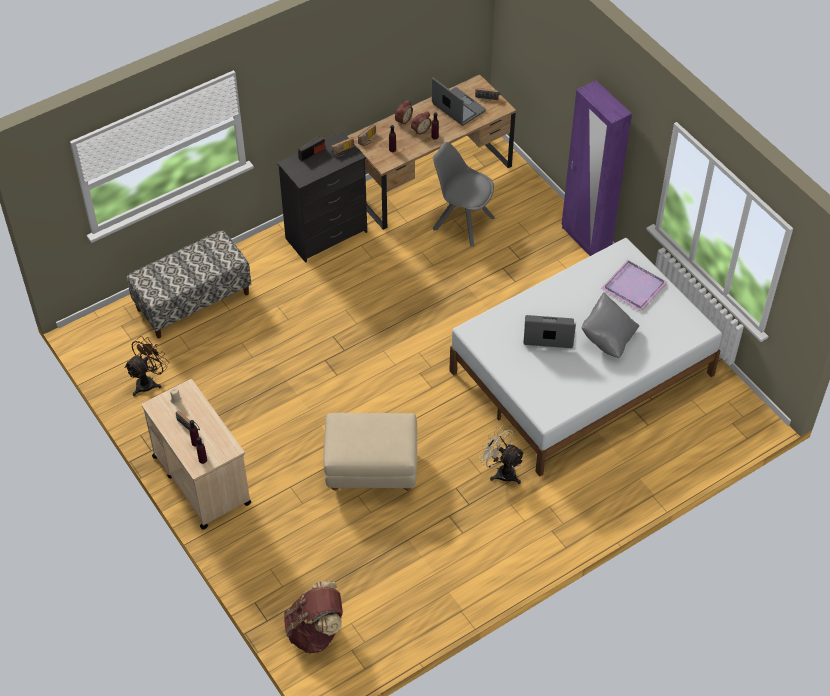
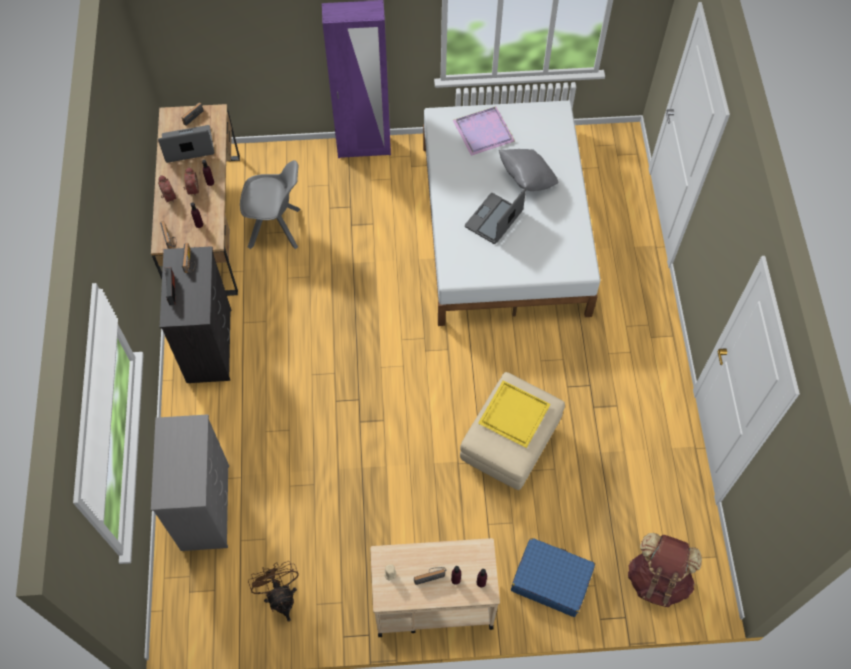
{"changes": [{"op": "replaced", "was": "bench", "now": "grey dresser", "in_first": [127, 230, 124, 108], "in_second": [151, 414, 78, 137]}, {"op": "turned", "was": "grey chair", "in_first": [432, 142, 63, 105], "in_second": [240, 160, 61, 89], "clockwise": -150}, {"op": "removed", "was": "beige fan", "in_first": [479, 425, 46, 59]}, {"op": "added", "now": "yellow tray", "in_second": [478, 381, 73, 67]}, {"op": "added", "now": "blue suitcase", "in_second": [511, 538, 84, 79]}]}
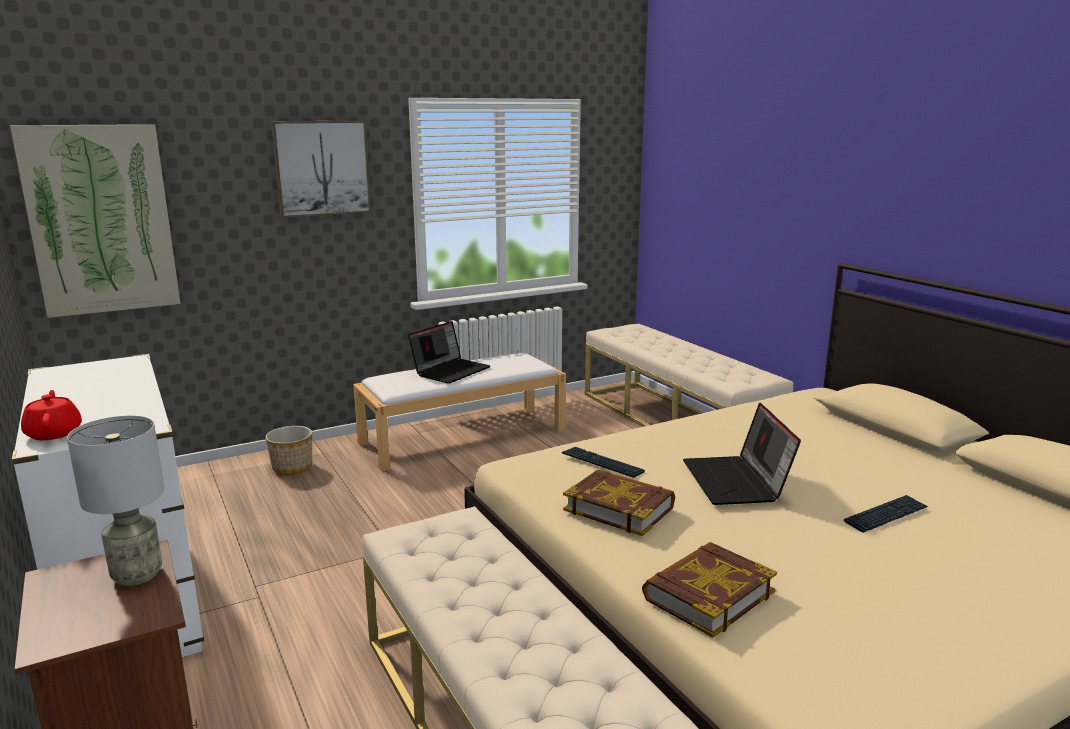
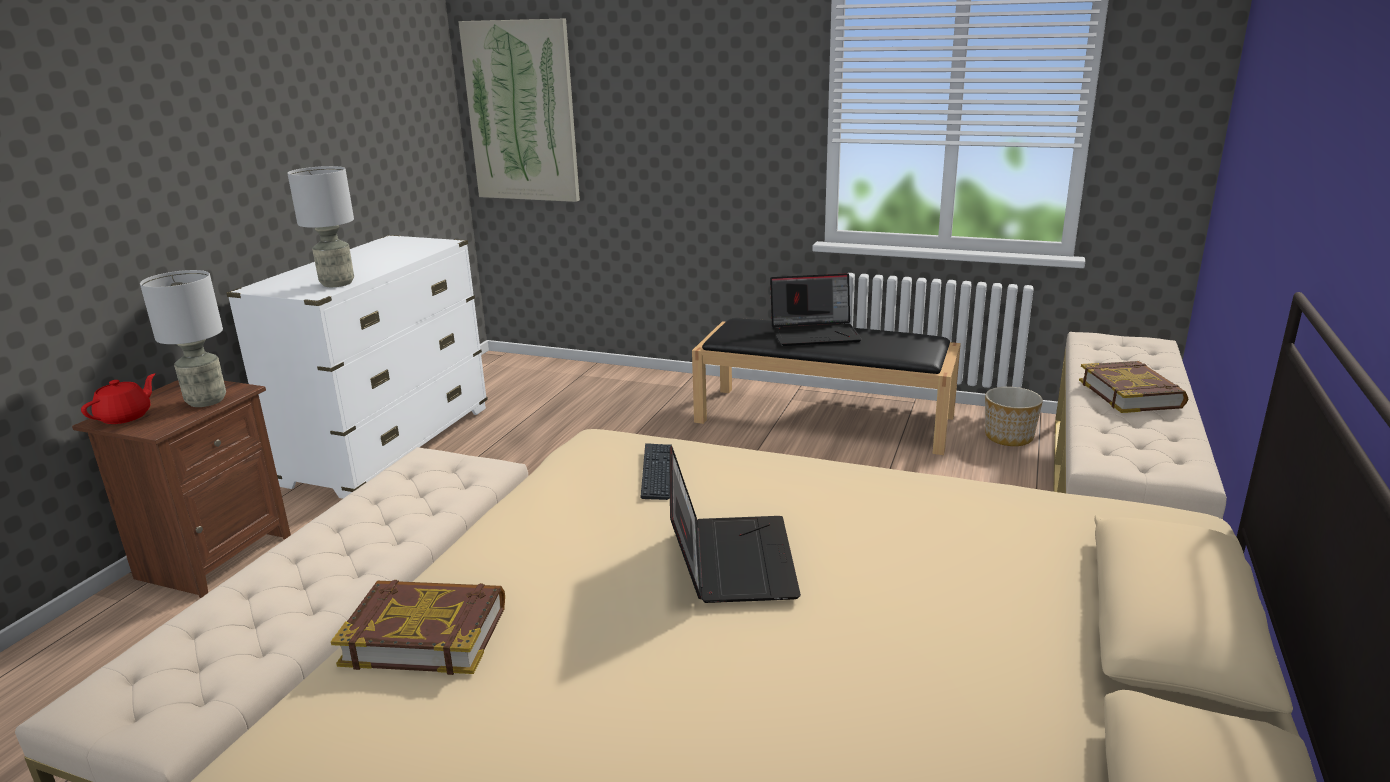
{"changes": [{"op": "moved", "was": "red teapot", "in_first": [21, 390, 61, 50], "in_second": [81, 373, 74, 51]}, {"op": "moved", "was": "planter", "in_first": [265, 426, 47, 49], "in_second": [985, 387, 58, 59]}, {"op": "removed", "was": "picture", "in_first": [271, 121, 101, 97]}, {"op": "recoloured", "was": "white bench", "now": "black bench", "in_first": [353, 353, 213, 118], "in_second": [692, 318, 269, 137]}, {"op": "moved", "was": "book", "in_first": [563, 470, 112, 66], "in_second": [1079, 361, 109, 52]}, {"op": "turned", "was": "laptop", "in_first": [683, 402, 118, 103], "in_second": [669, 446, 132, 157], "clockwise": 135}, {"op": "removed", "was": "keyboard", "in_first": [844, 495, 84, 38]}, {"op": "added", "now": "grey table lamp", "in_second": [287, 166, 67, 121]}]}
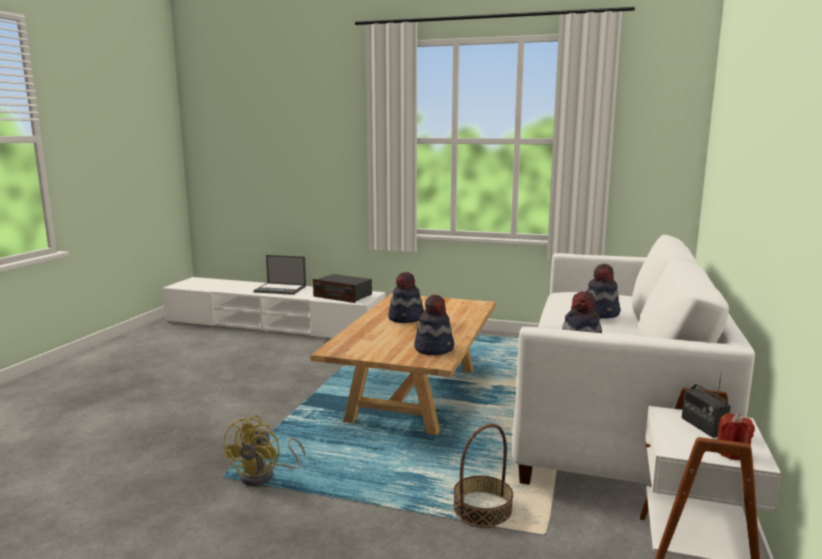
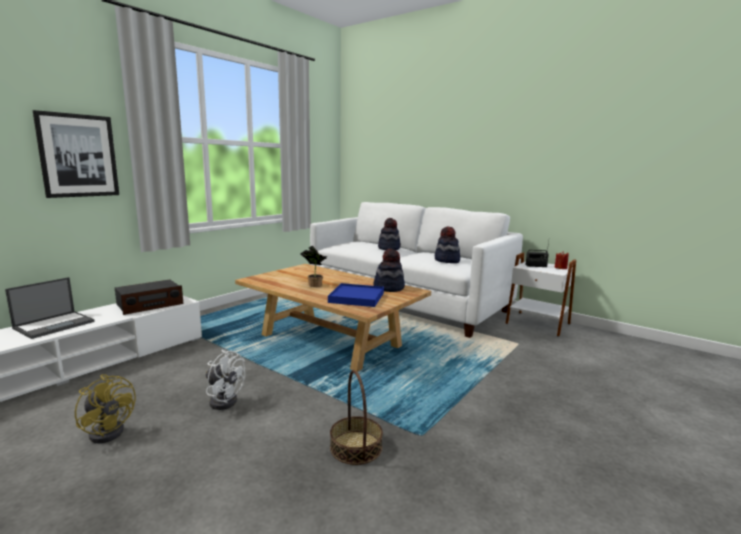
{"changes": [{"op": "moved", "was": "yellow fan", "in_first": [222, 415, 83, 71], "in_second": [75, 374, 61, 70]}, {"op": "replaced", "was": "hat", "now": "potted plant", "in_first": [388, 272, 36, 51], "in_second": [301, 245, 27, 42]}, {"op": "moved", "was": "basket", "in_first": [453, 424, 60, 104], "in_second": [330, 370, 53, 95]}, {"op": "added", "now": "picture", "in_second": [33, 110, 86, 88]}, {"op": "added", "now": "white fan", "in_second": [206, 350, 39, 60]}, {"op": "added", "now": "blue tray", "in_second": [328, 283, 56, 24]}]}
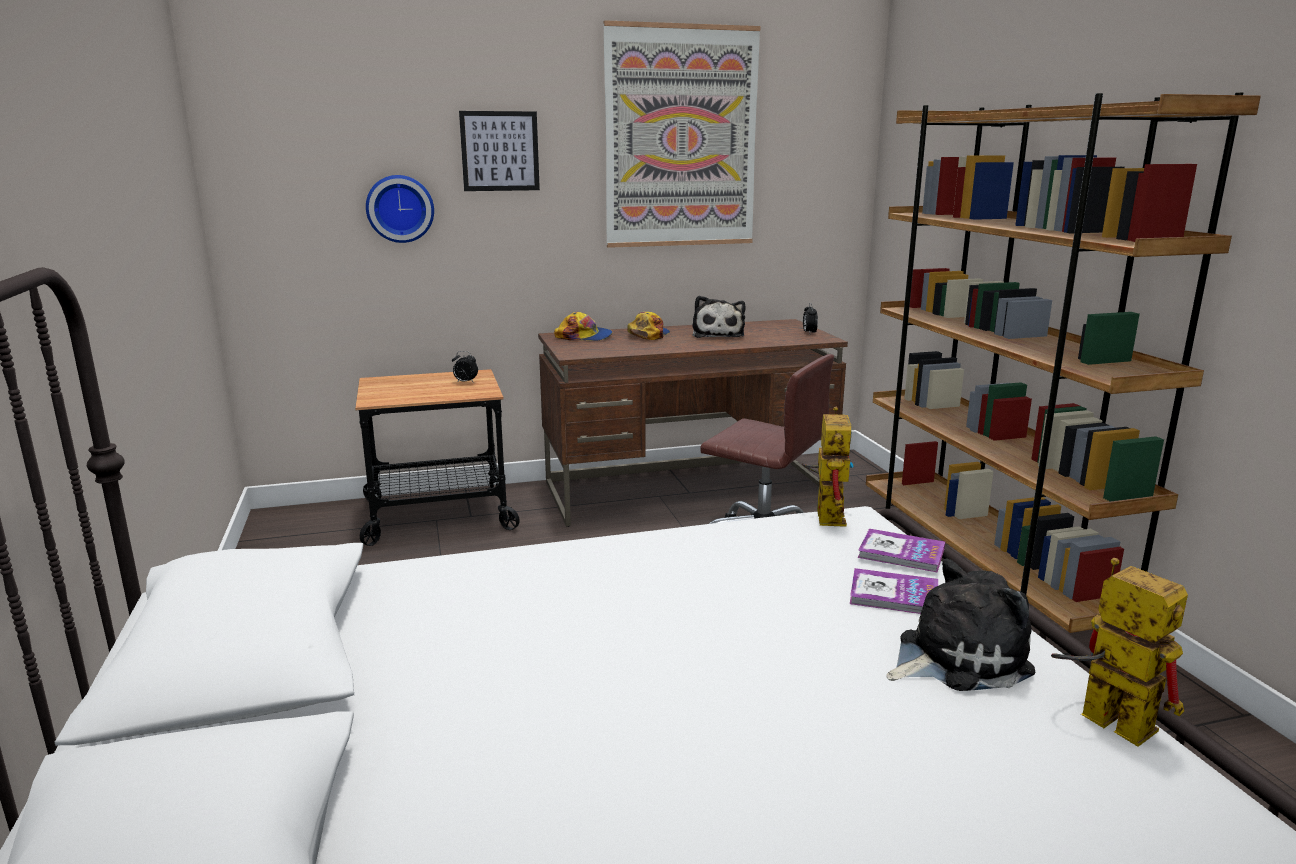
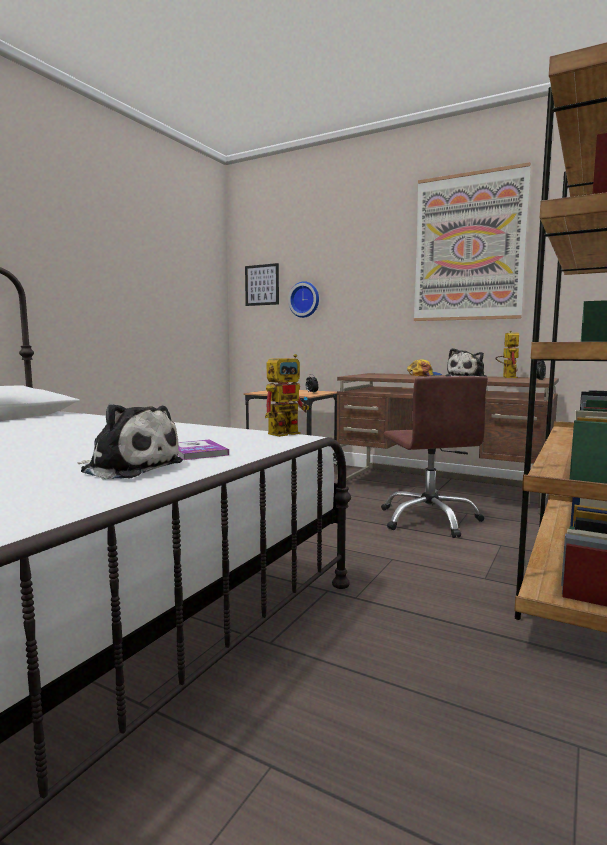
{"changes": [{"op": "moved", "was": "picture", "in_first": [459, 111, 81, 80], "in_second": [245, 263, 34, 43]}, {"op": "removed", "was": "cap", "in_first": [554, 312, 58, 29]}, {"op": "removed", "was": "book", "in_first": [858, 529, 87, 43]}, {"op": "moved", "was": "toy robot", "in_first": [1051, 558, 137, 189], "in_second": [496, 331, 23, 47]}]}
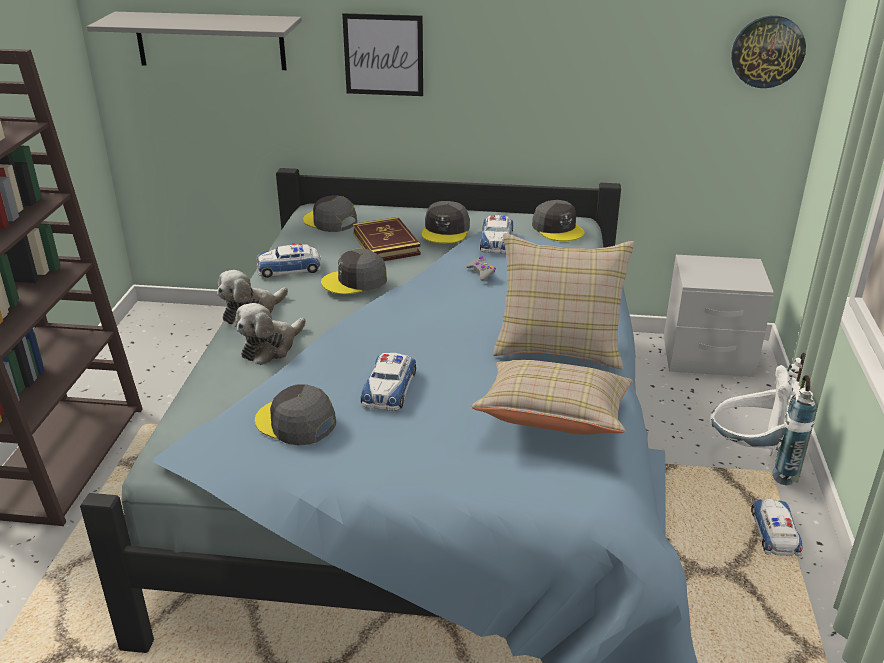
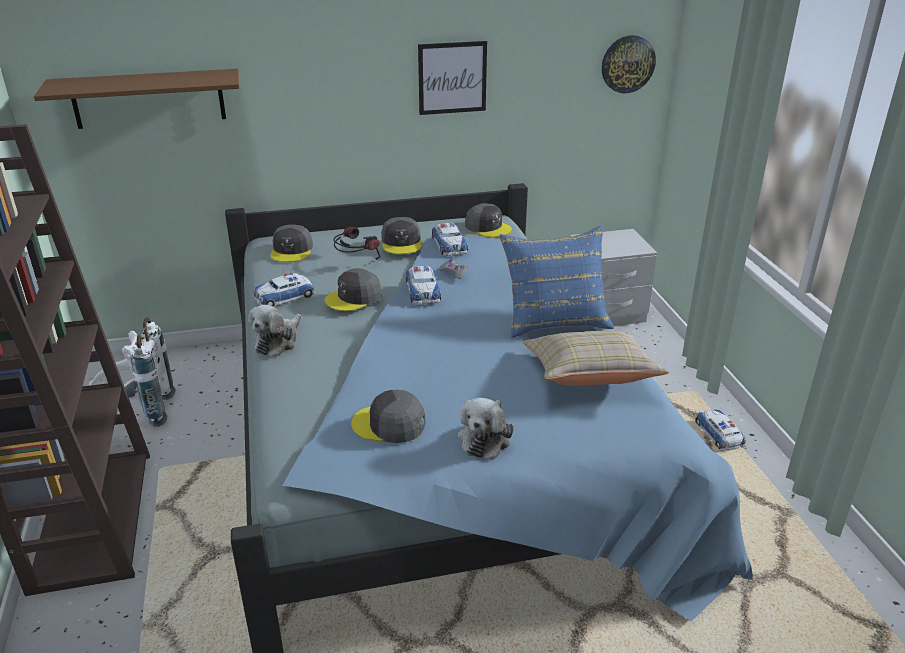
{"changes": [{"op": "recoloured", "was": "grey shelf", "now": "brown shelf", "in_first": [87, 12, 215, 58], "in_second": [34, 69, 205, 60]}, {"op": "moved", "was": "plush toy", "in_first": [235, 303, 71, 62], "in_second": [458, 398, 56, 62]}, {"op": "turned", "was": "grey cap", "in_first": [303, 195, 54, 37], "in_second": [270, 225, 43, 37], "clockwise": -105}, {"op": "moved", "was": "picture", "in_first": [342, 13, 81, 83], "in_second": [418, 41, 69, 74]}, {"op": "replaced", "was": "book", "now": "headphones", "in_first": [353, 217, 68, 44], "in_second": [333, 227, 48, 33]}, {"op": "moved", "was": "toy car", "in_first": [361, 353, 56, 58], "in_second": [406, 266, 35, 38]}, {"op": "recoloured", "was": "beige pillow", "now": "blue pillow", "in_first": [493, 233, 142, 136], "in_second": [499, 225, 115, 113]}, {"op": "moved", "was": "white backpack", "in_first": [710, 353, 106, 132], "in_second": [88, 317, 88, 110]}]}
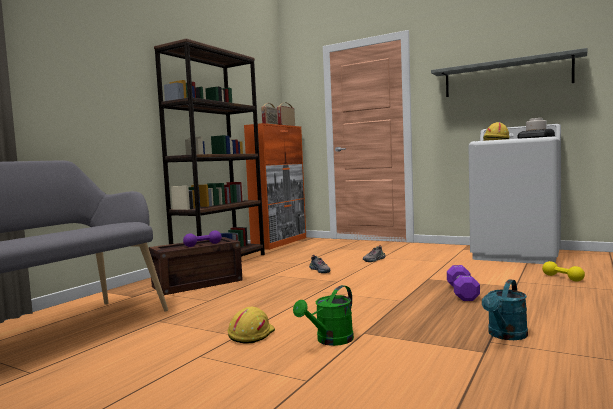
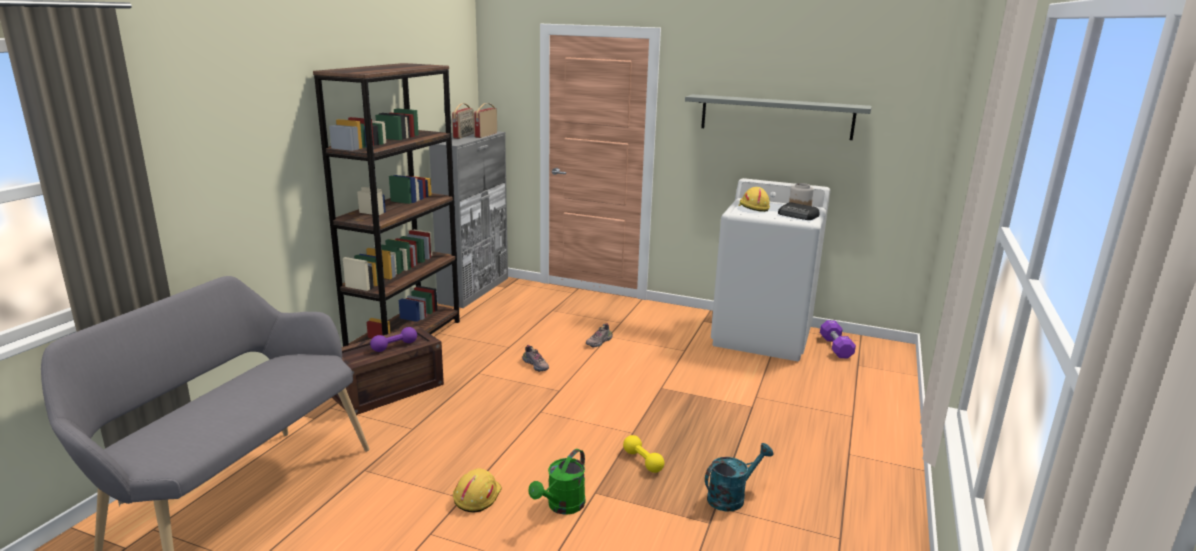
{"changes": [{"op": "recoloured", "was": "orange cabinet", "now": "grey cabinet", "in_first": [244, 123, 62, 127], "in_second": [429, 131, 79, 177]}, {"op": "moved", "was": "purple dumbbell", "in_first": [447, 265, 33, 36], "in_second": [820, 320, 36, 38]}, {"op": "turned", "was": "turquoise watering can", "in_first": [482, 279, 46, 61], "in_second": [705, 443, 69, 69], "clockwise": -150}, {"op": "moved", "was": "yellow dumbbell", "in_first": [542, 261, 43, 20], "in_second": [623, 435, 41, 38]}]}
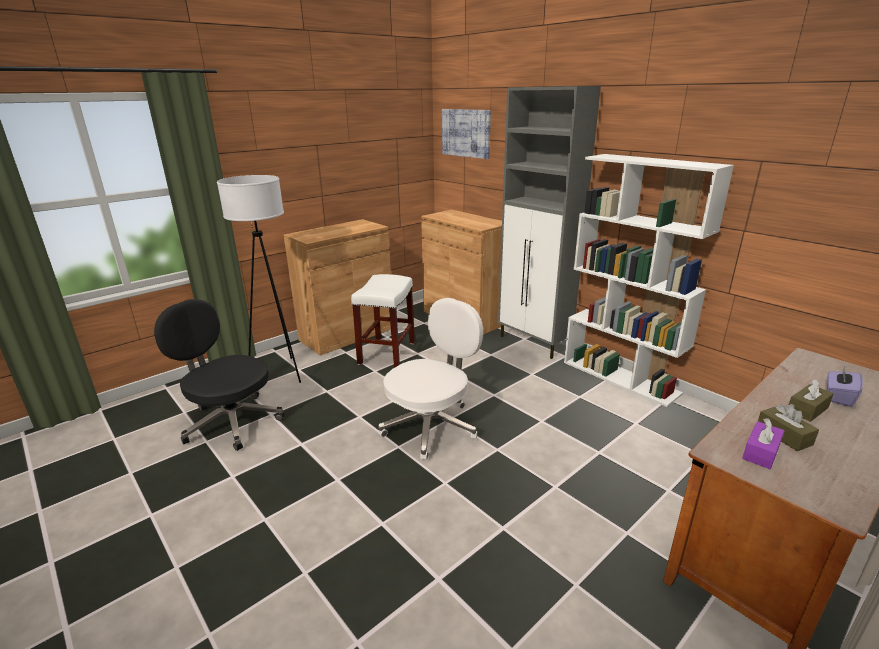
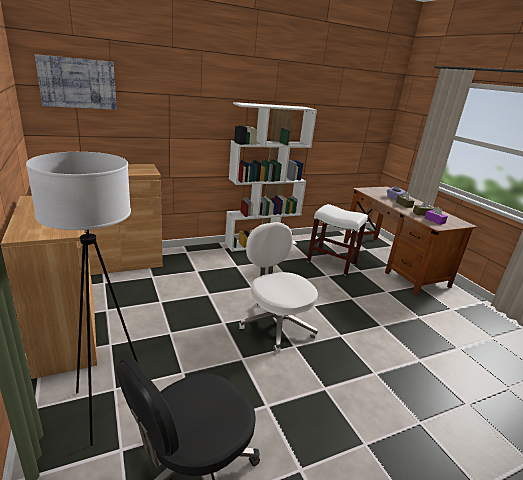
{"changes": [{"op": "moved", "was": "white stool", "in_first": [351, 274, 64, 94], "in_second": [307, 204, 61, 72]}, {"op": "removed", "was": "grey cabinet", "in_first": [498, 86, 103, 273]}]}
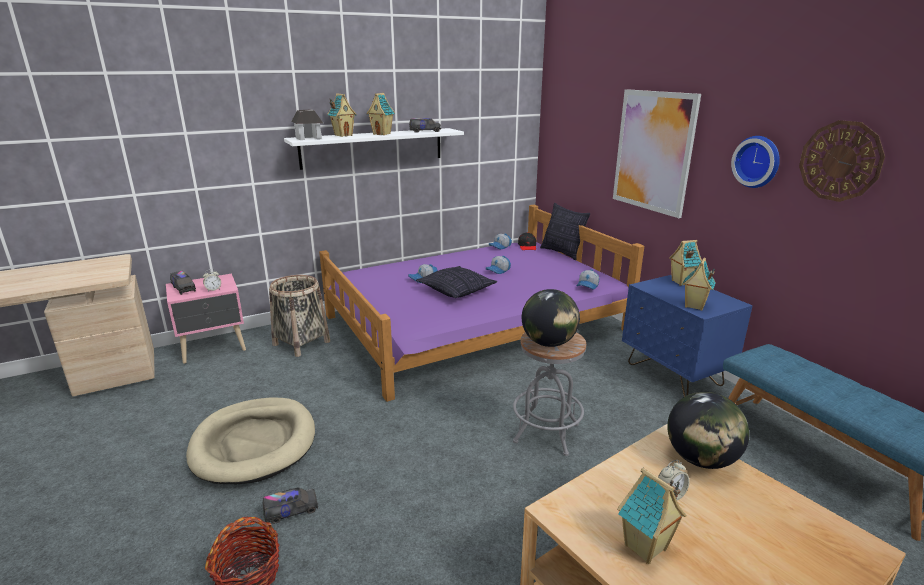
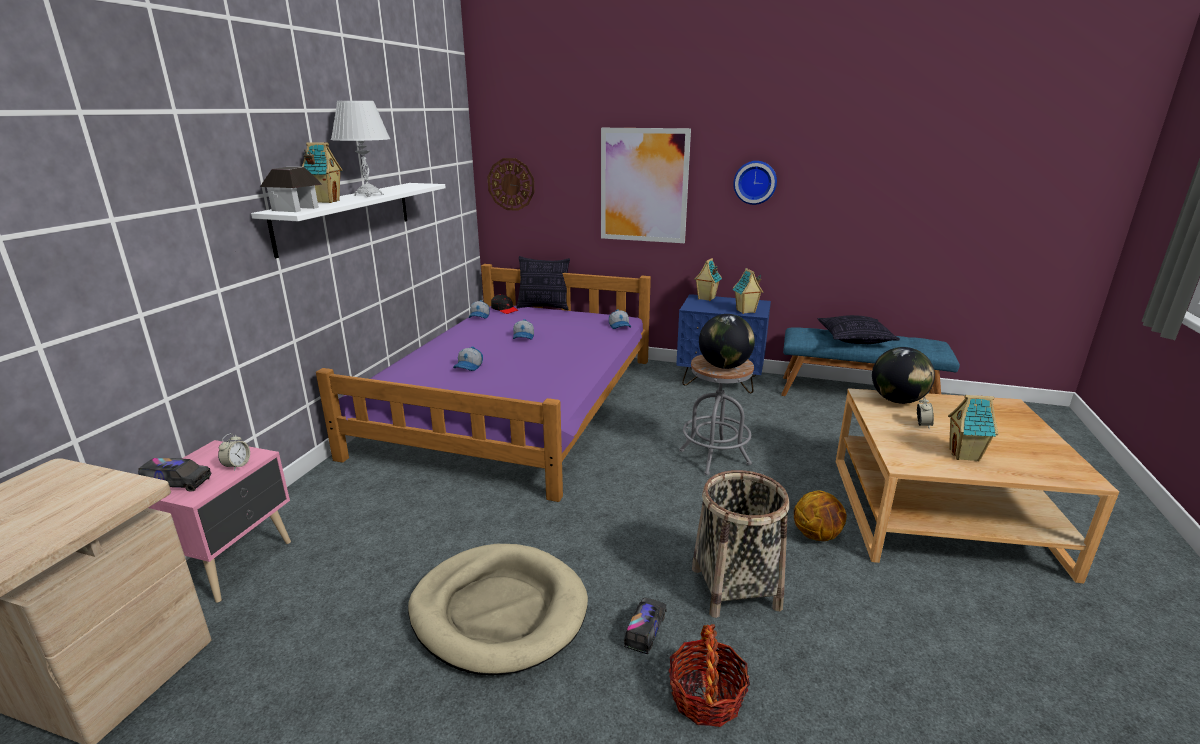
{"changes": [{"op": "moved", "was": "basket", "in_first": [269, 275, 61, 82], "in_second": [692, 470, 97, 148]}, {"op": "replaced", "was": "toy house", "now": "white table lamp", "in_first": [366, 93, 29, 42], "in_second": [331, 101, 59, 96]}, {"op": "removed", "was": "toy truck", "in_first": [409, 118, 32, 14]}, {"op": "moved", "was": "pillow", "in_first": [416, 266, 81, 32], "in_second": [817, 315, 83, 29]}, {"op": "moved", "was": "wall clock", "in_first": [799, 120, 86, 82], "in_second": [488, 158, 47, 53]}, {"op": "added", "now": "basketball", "in_second": [794, 490, 53, 51]}]}
